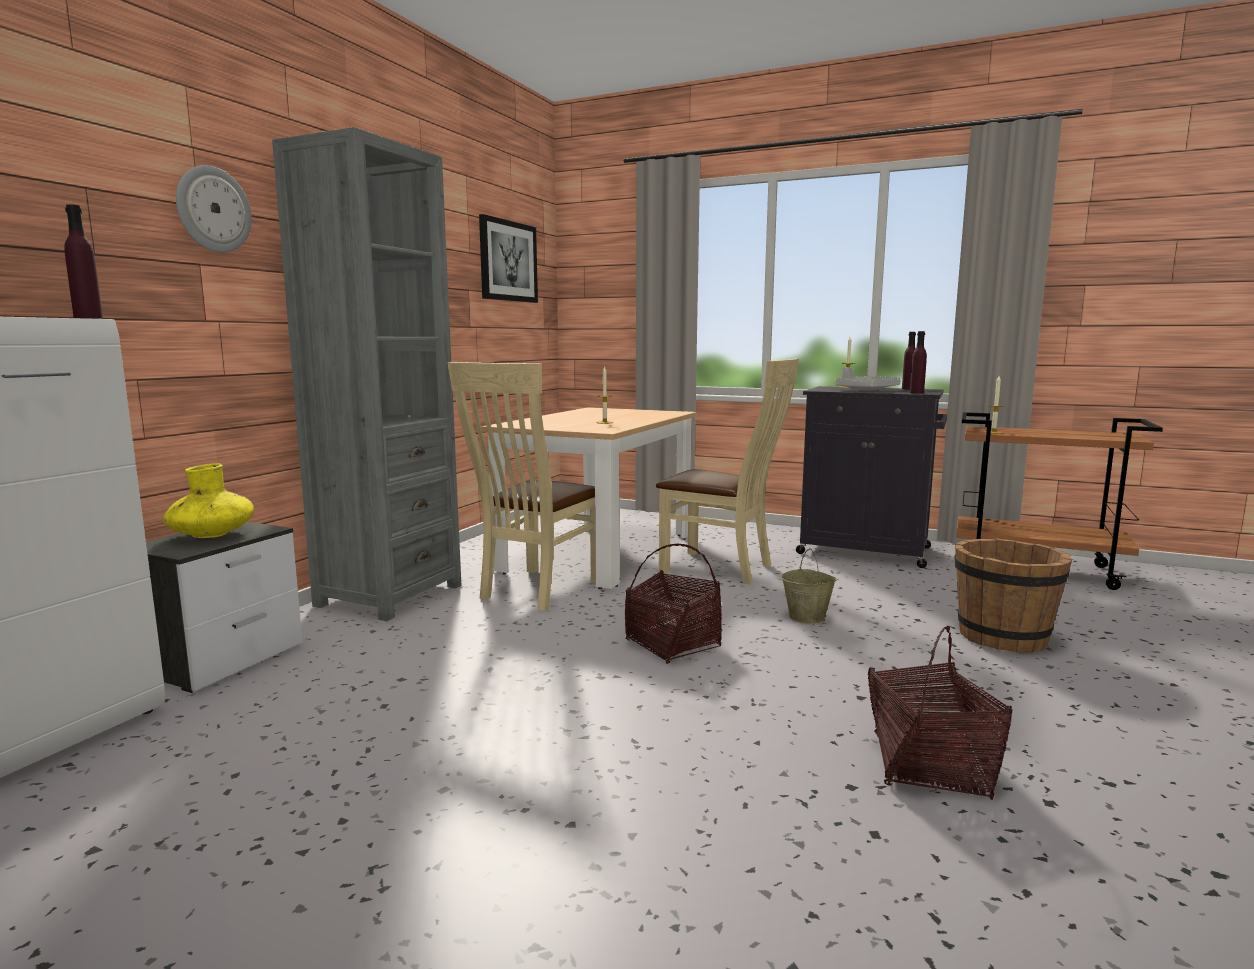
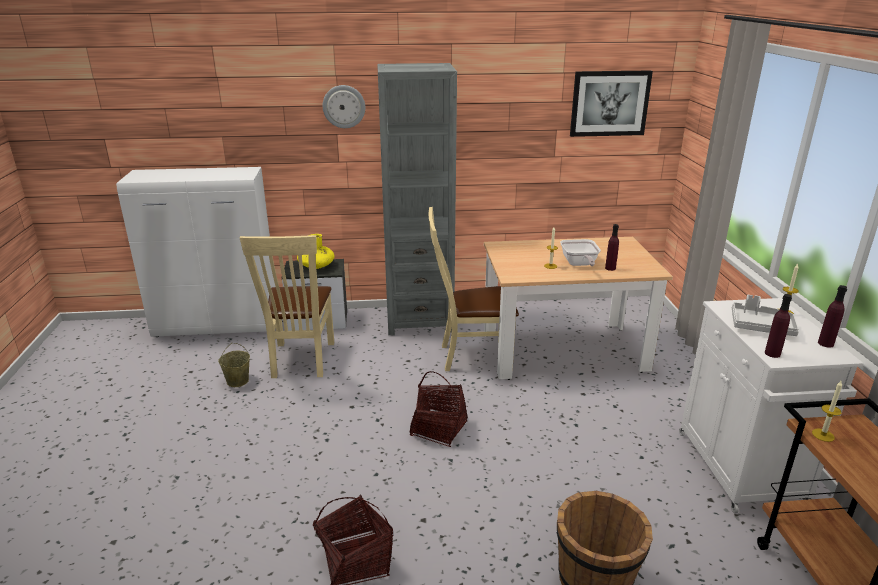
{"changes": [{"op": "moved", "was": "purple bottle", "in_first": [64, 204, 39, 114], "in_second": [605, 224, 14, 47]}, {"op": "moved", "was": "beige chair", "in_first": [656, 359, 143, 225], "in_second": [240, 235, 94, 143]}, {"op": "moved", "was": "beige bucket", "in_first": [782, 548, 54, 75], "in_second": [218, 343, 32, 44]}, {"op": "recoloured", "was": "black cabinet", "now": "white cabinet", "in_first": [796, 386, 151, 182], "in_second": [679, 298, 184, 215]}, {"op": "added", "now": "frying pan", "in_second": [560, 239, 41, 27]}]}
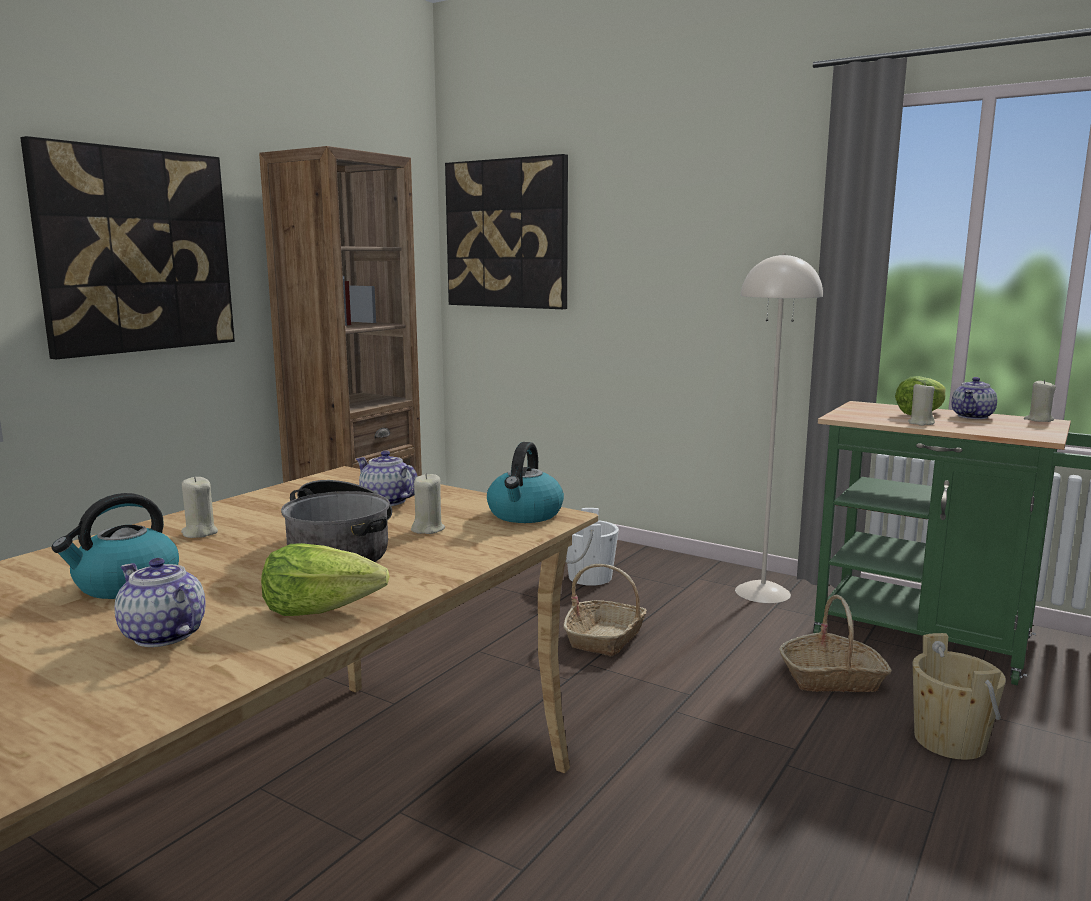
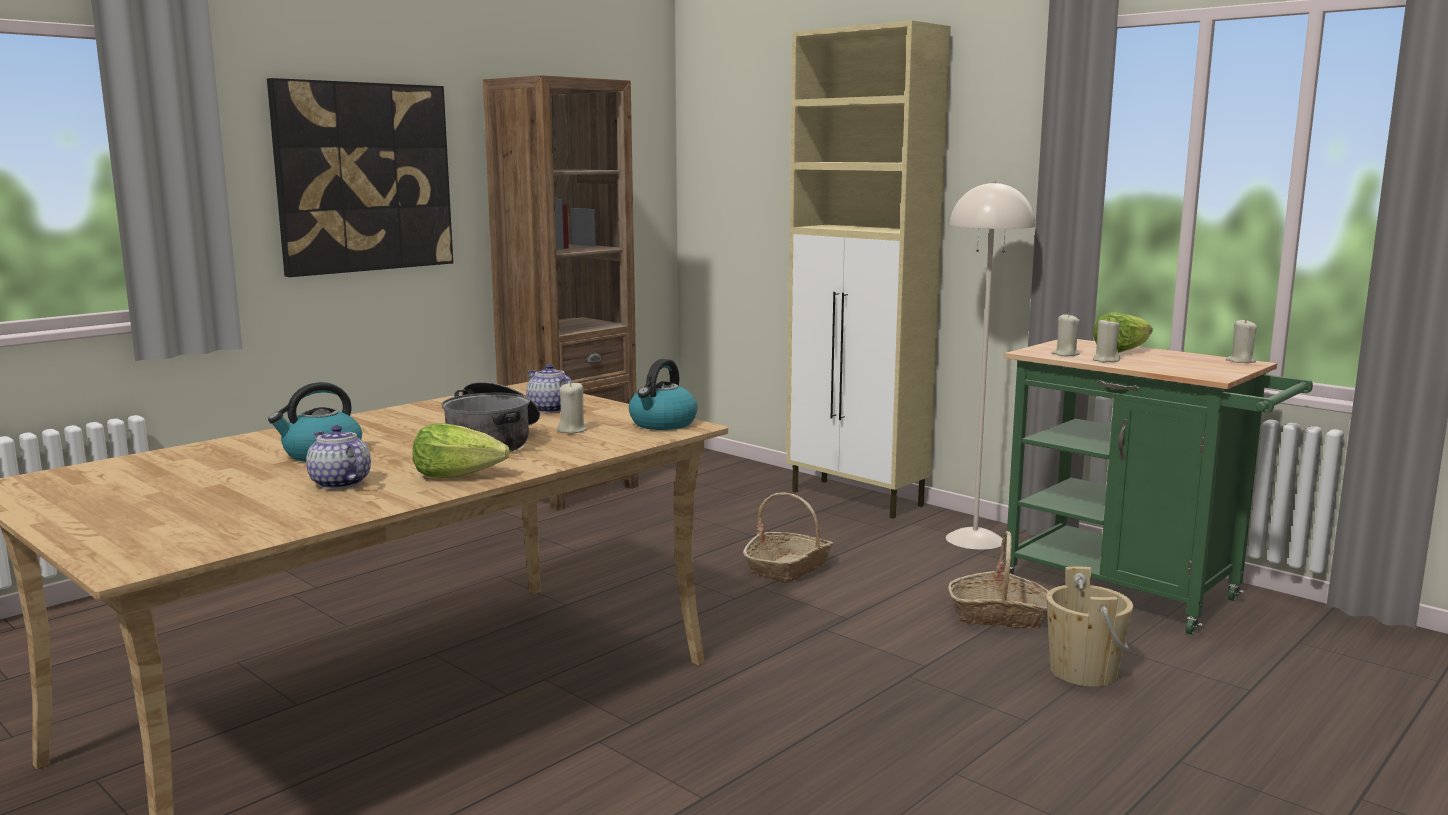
{"changes": [{"op": "moved", "was": "beige candle", "in_first": [181, 476, 37, 62], "in_second": [1052, 313, 28, 43]}, {"op": "removed", "was": "picture", "in_first": [445, 154, 123, 155]}, {"op": "removed", "was": "white bucket", "in_first": [566, 508, 53, 78]}, {"op": "removed", "was": "teapot", "in_first": [952, 377, 45, 42]}, {"op": "added", "now": "beige cabinet", "in_second": [787, 21, 164, 498]}]}
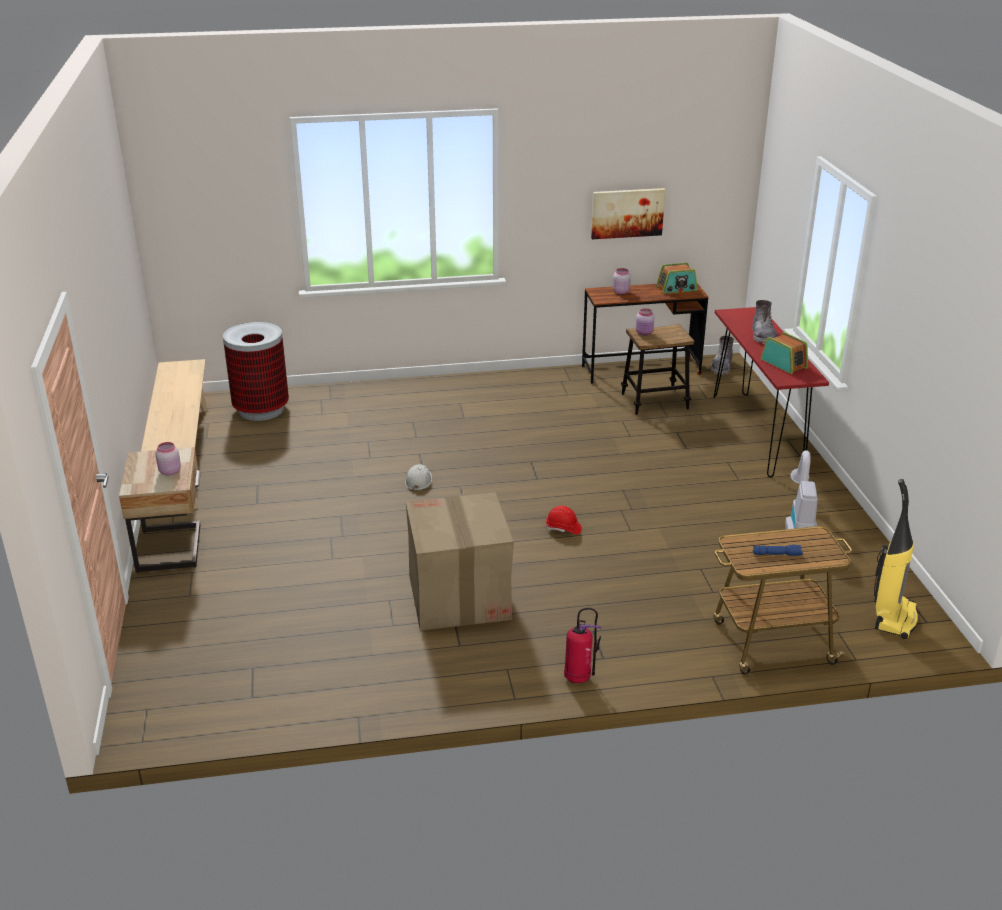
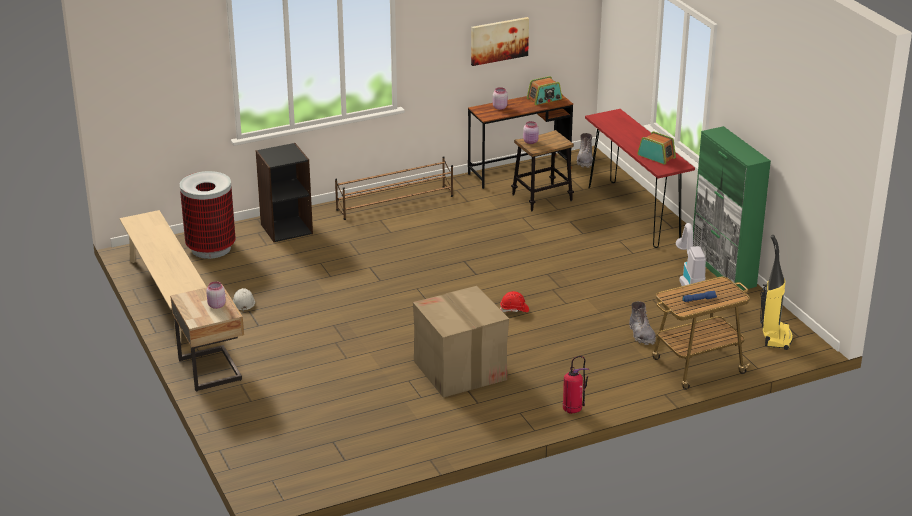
{"changes": [{"op": "moved", "was": "white hard hat", "in_first": [405, 464, 27, 27], "in_second": [233, 288, 22, 23]}, {"op": "moved", "was": "grey boot", "in_first": [752, 300, 25, 44], "in_second": [629, 301, 27, 44]}, {"op": "added", "now": "black bookcase", "in_second": [256, 143, 57, 99]}, {"op": "added", "now": "brown shoe rack", "in_second": [335, 156, 118, 64]}, {"op": "added", "now": "green cabinet", "in_second": [693, 126, 78, 164]}]}
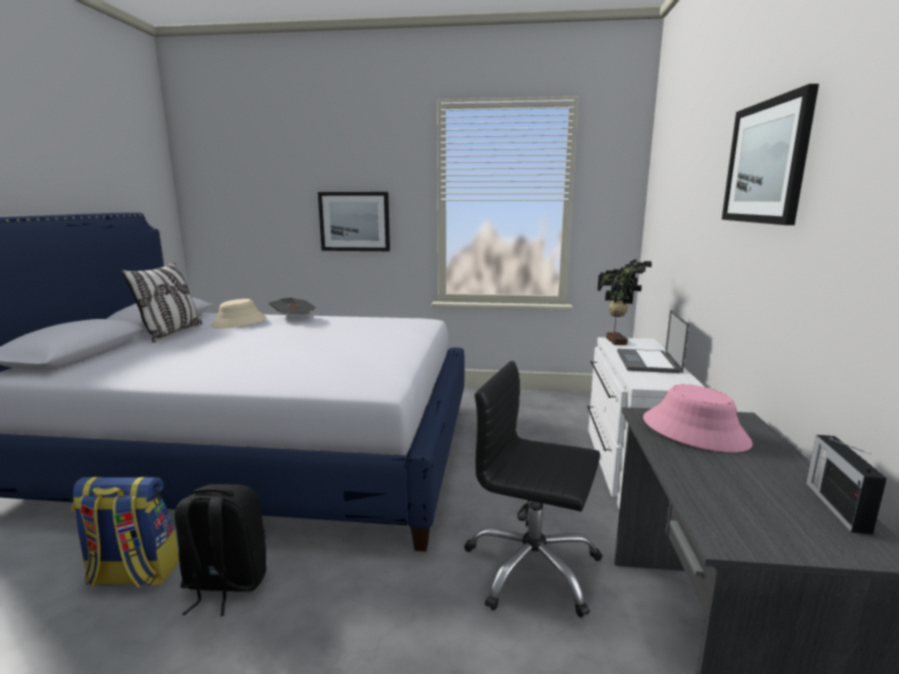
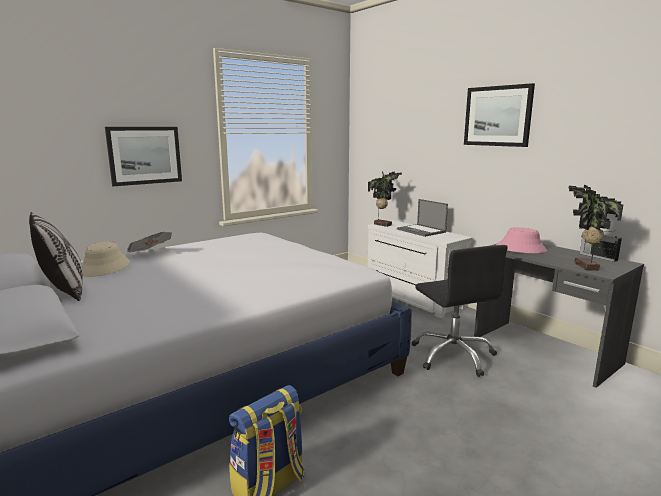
{"changes": [{"op": "removed", "was": "black backpack", "in_first": [175, 484, 91, 132]}, {"op": "turned", "was": "black office chair", "in_first": [464, 361, 138, 257], "in_second": [412, 245, 96, 132], "clockwise": -90}, {"op": "added", "now": "potted plant", "in_second": [569, 185, 54, 86]}]}
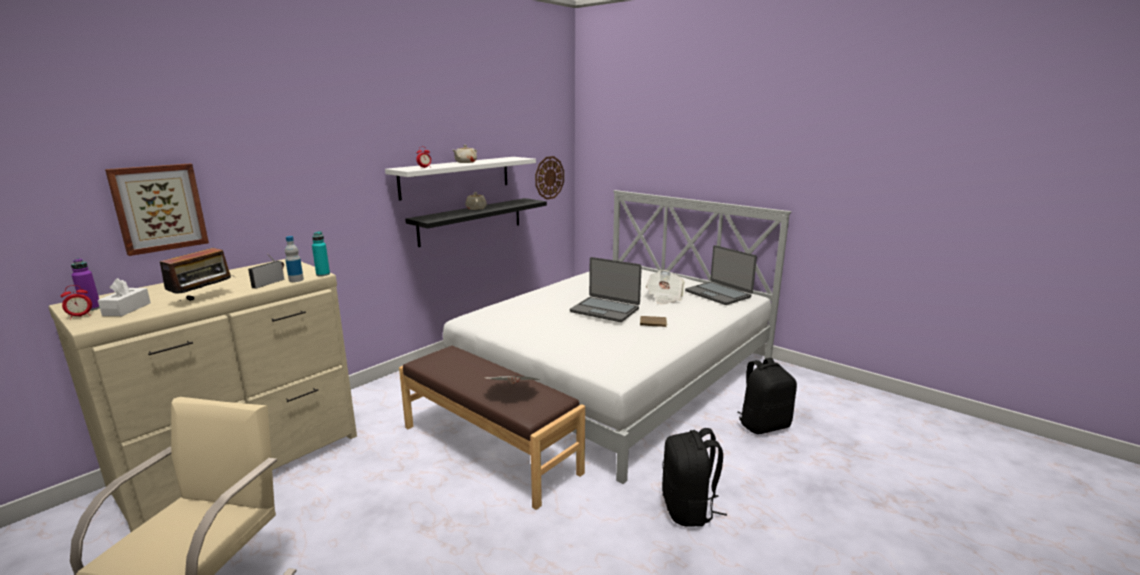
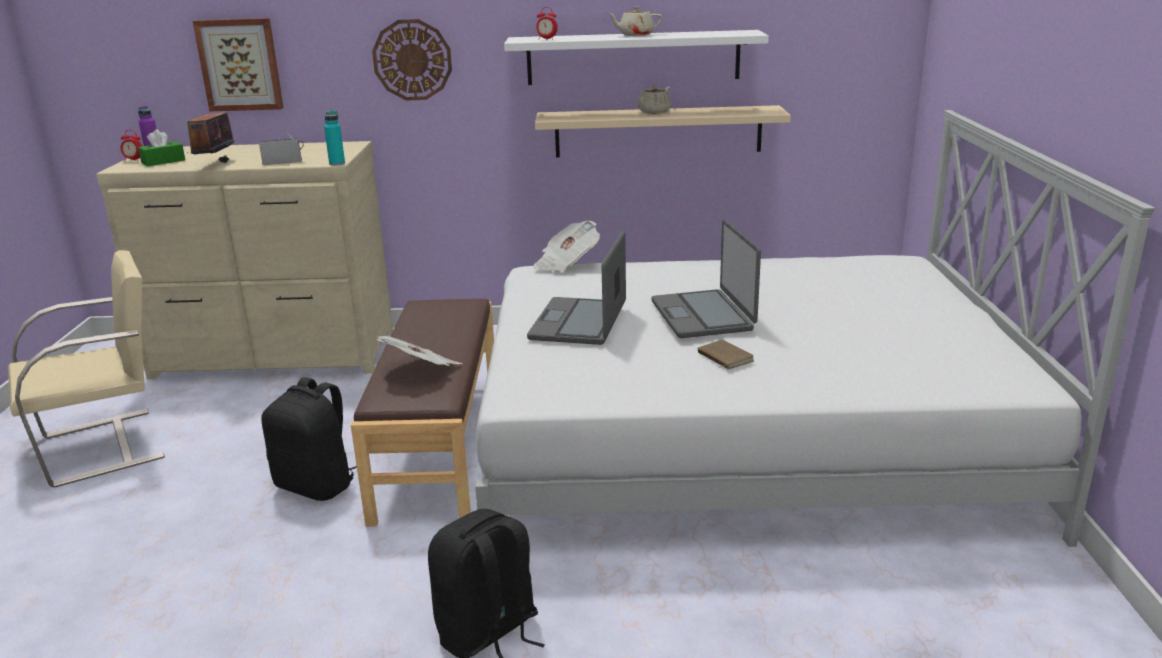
{"changes": [{"op": "recoloured", "was": "white tissue box", "now": "green tissue box", "in_first": [98, 278, 53, 38], "in_second": [138, 129, 47, 37]}, {"op": "turned", "was": "radio", "in_first": [160, 248, 74, 53], "in_second": [187, 100, 47, 63], "clockwise": 105}, {"op": "removed", "was": "bottle", "in_first": [285, 236, 19, 46]}, {"op": "recoloured", "was": "black shelf", "now": "beige shelf", "in_first": [405, 198, 142, 49], "in_second": [535, 105, 256, 52]}, {"op": "moved", "was": "wall clock", "in_first": [535, 156, 29, 44], "in_second": [372, 19, 80, 82]}, {"op": "moved", "was": "newspaper", "in_first": [646, 270, 39, 35], "in_second": [533, 221, 67, 50]}, {"op": "moved", "was": "laptop", "in_first": [685, 245, 72, 60], "in_second": [527, 231, 99, 114]}, {"op": "moved", "was": "black backpack", "in_first": [738, 358, 59, 76], "in_second": [261, 377, 96, 124]}]}
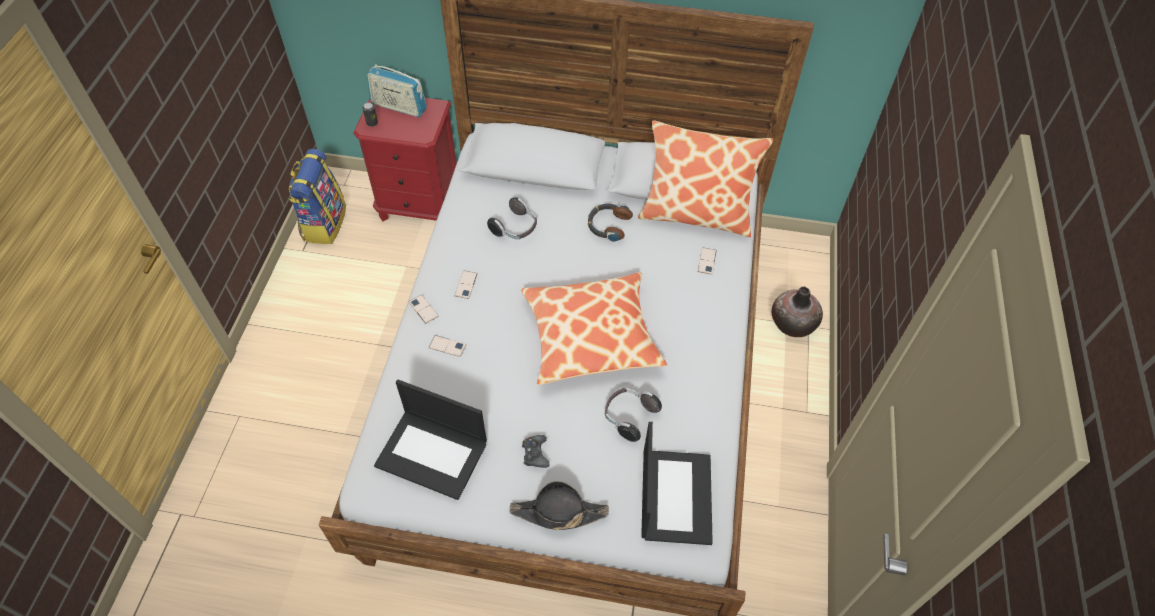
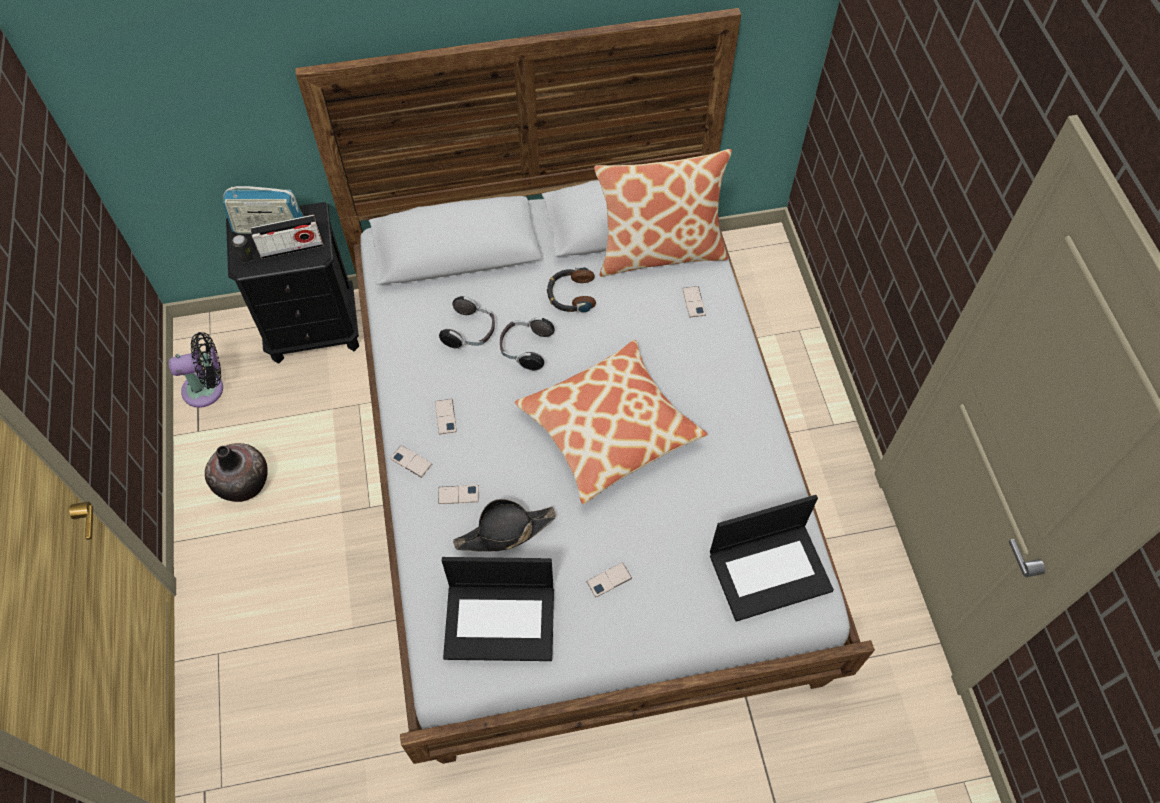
{"changes": [{"op": "replaced", "was": "backpack", "now": "black fan", "in_first": [289, 149, 57, 95], "in_second": [169, 332, 54, 76]}, {"op": "recoloured", "was": "red nightstand", "now": "black nightstand", "in_first": [353, 98, 104, 123], "in_second": [226, 202, 133, 162]}, {"op": "moved", "was": "black hat", "in_first": [510, 481, 99, 49], "in_second": [453, 499, 103, 53]}, {"op": "replaced", "was": "black game controller", "now": "phone", "in_first": [522, 435, 28, 33], "in_second": [586, 563, 46, 34]}, {"op": "moved", "was": "headphones", "in_first": [605, 388, 57, 54], "in_second": [500, 317, 55, 53]}, {"op": "turned", "was": "laptop", "in_first": [641, 422, 72, 123], "in_second": [710, 495, 124, 127], "clockwise": 90}, {"op": "moved", "was": "vase", "in_first": [772, 287, 51, 50], "in_second": [205, 443, 63, 59]}, {"op": "added", "now": "radio", "in_second": [251, 215, 73, 44]}]}
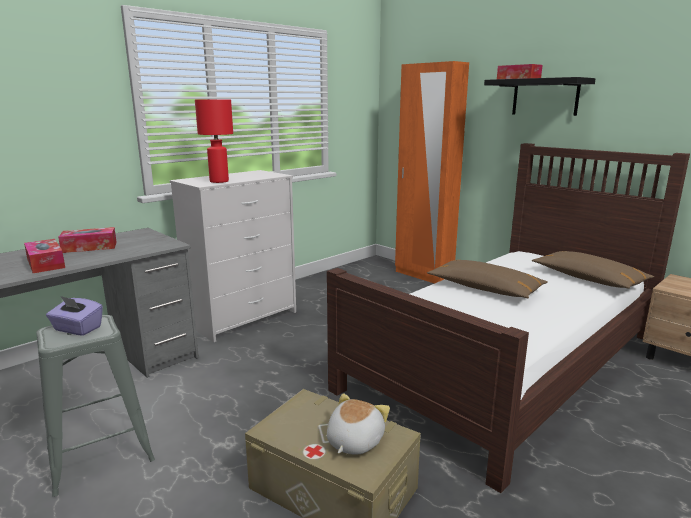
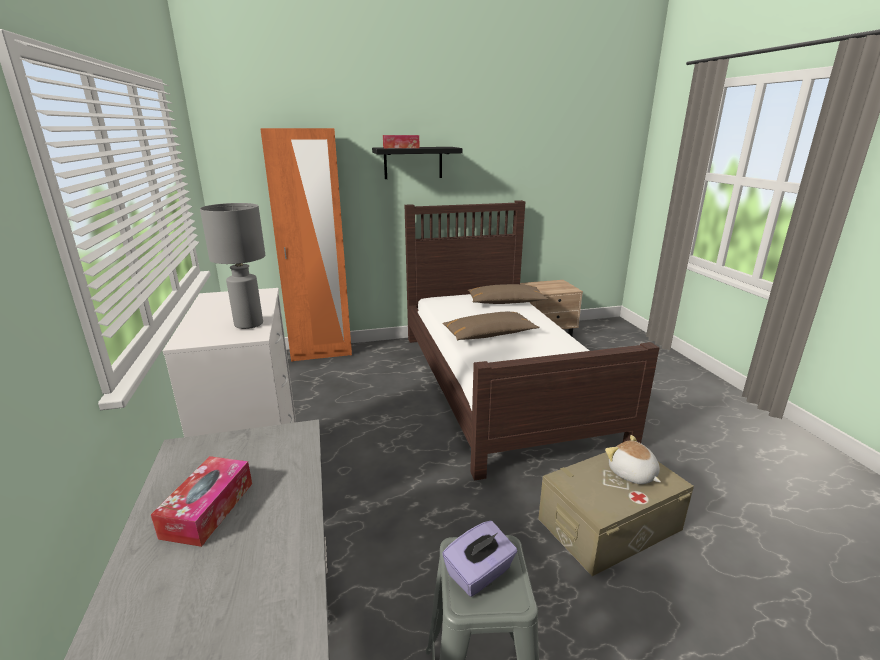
{"changes": [{"op": "removed", "was": "tissue box", "in_first": [24, 239, 41, 34]}, {"op": "recoloured", "was": "red table lamp", "now": "grey table lamp", "in_first": [195, 100, 38, 83], "in_second": [200, 203, 65, 126]}]}
